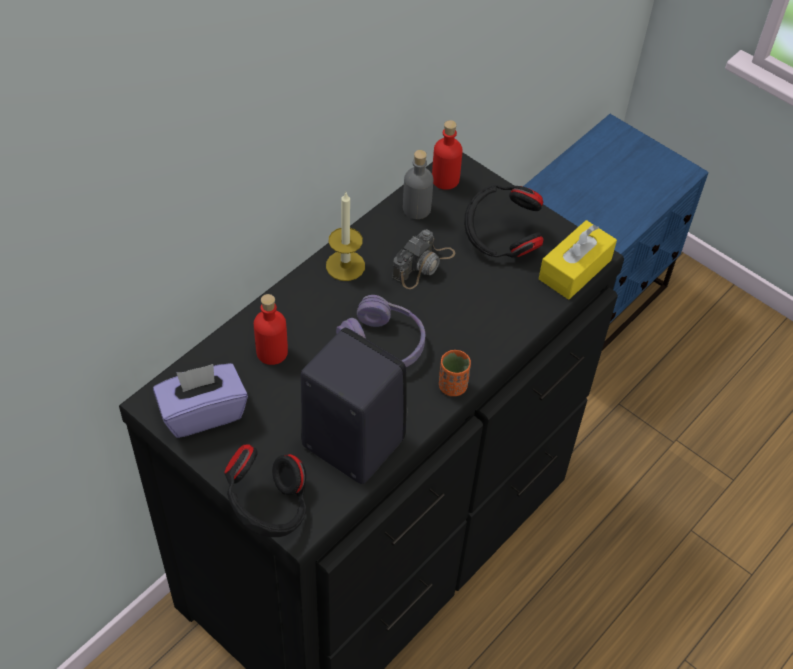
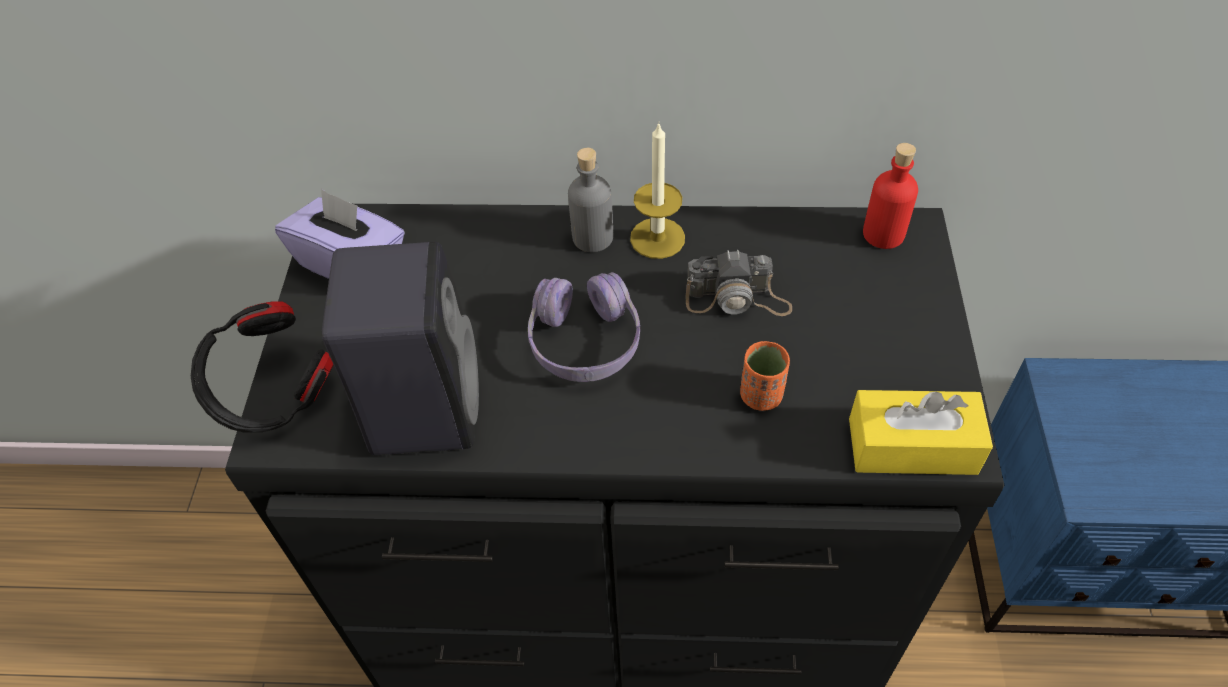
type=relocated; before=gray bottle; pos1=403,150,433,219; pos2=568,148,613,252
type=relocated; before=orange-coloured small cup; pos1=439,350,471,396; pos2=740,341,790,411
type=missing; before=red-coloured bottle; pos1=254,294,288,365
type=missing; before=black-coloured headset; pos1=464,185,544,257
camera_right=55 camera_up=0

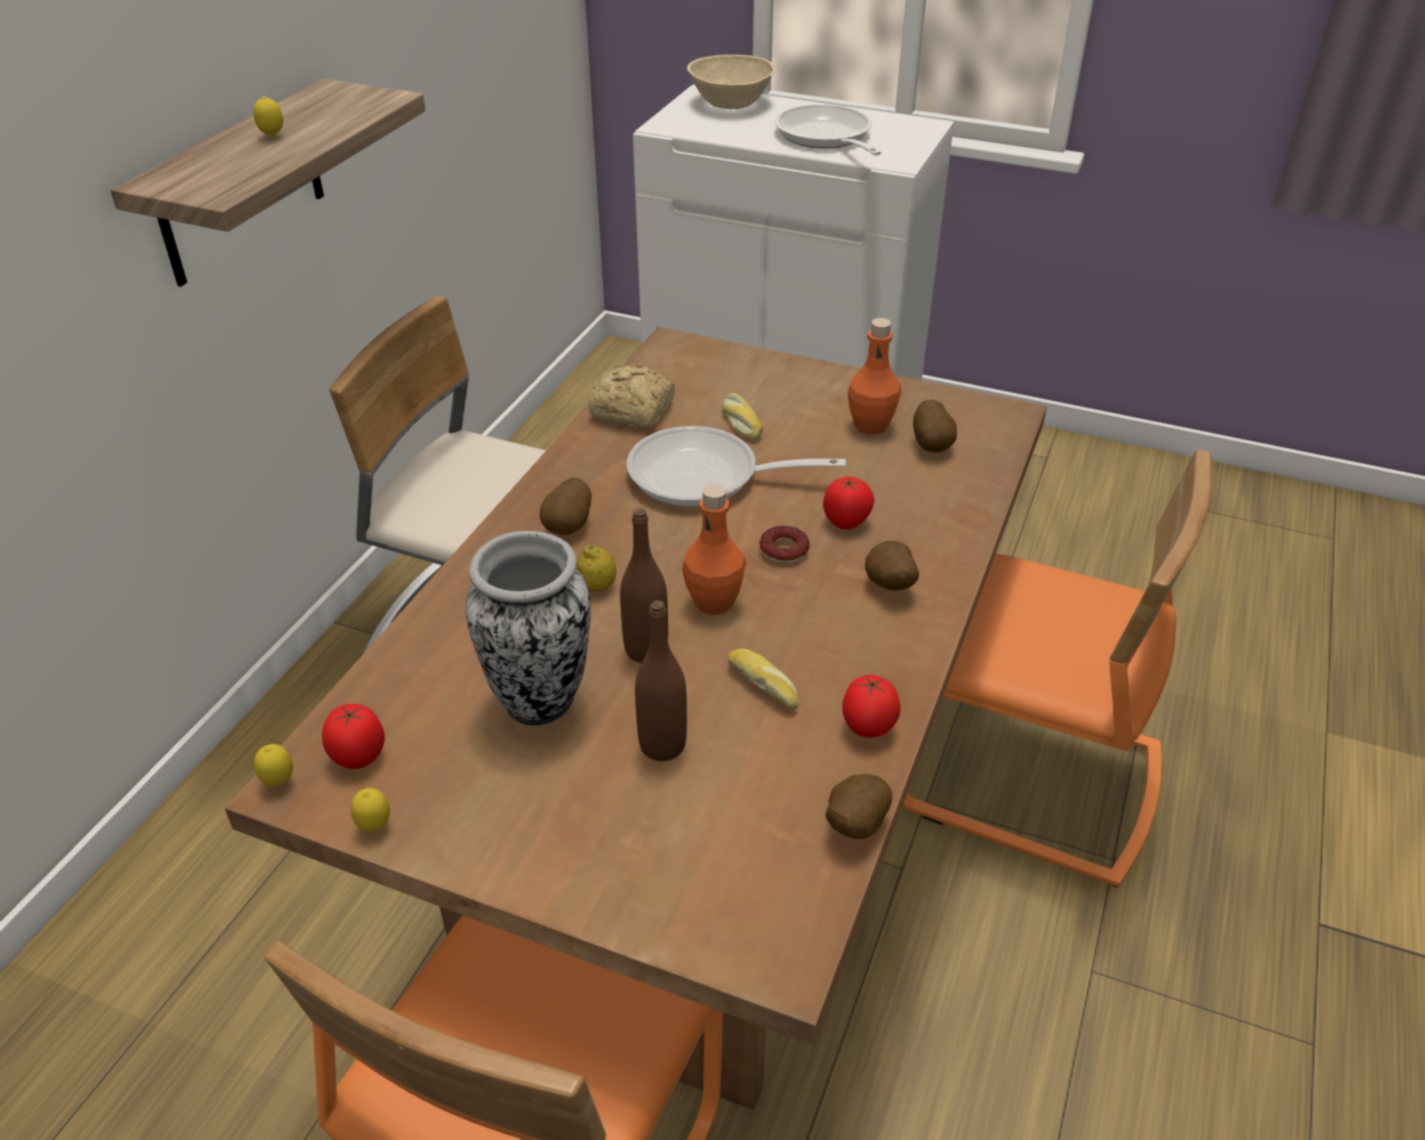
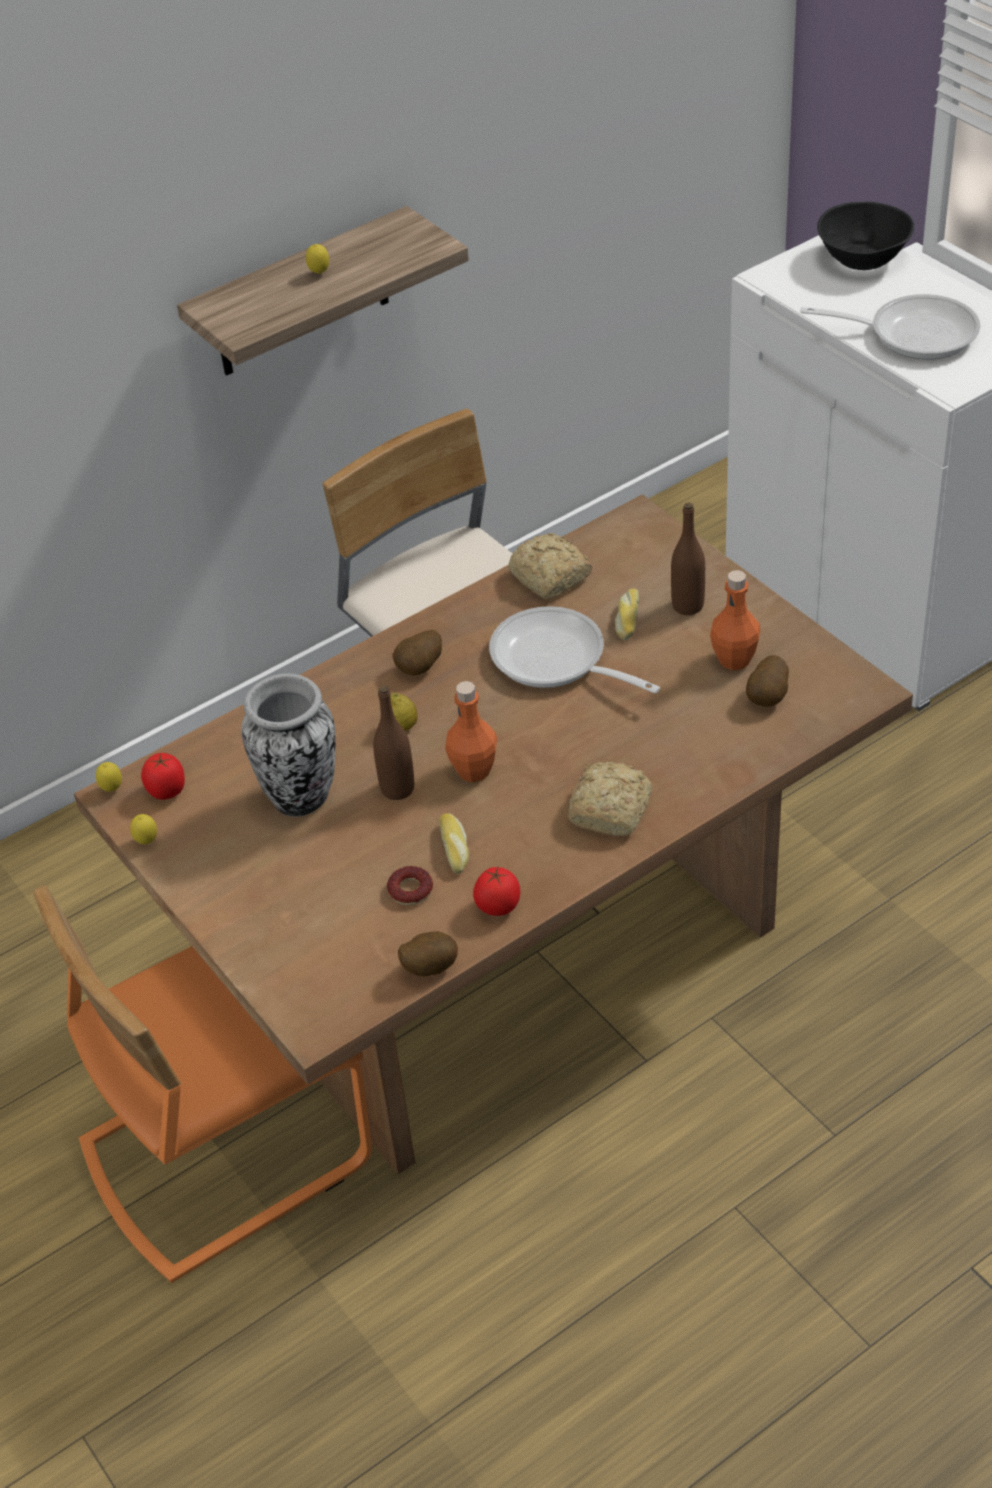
type=relocated; before=donut; pos1=759,526,810,564; pos2=387,866,433,905
type=exchanged; before=whole potato; after=bread; pos1=865,541,919,590; pos2=568,762,653,836
type=relocated; before=brown-coloured bottle; pos1=635,600,687,761; pos2=671,503,705,615
type=spun; before=skillet; pos1=774,104,881,156; pos2=800,294,980,360; turn=90
type=colour; before=beige-coloured deep dish; after=black-coloured deep dish; pos1=687,55,776,109; pos2=817,202,914,270
type=missing; before=tomato; pos1=823,476,874,530
type=missing; before=orange-coloured upright chair; pos1=903,449,1212,888
camera_right=35 camera_up=5

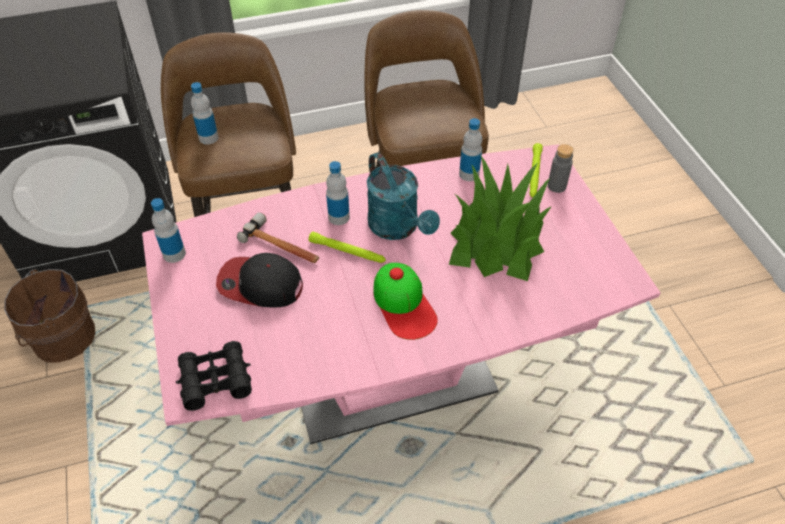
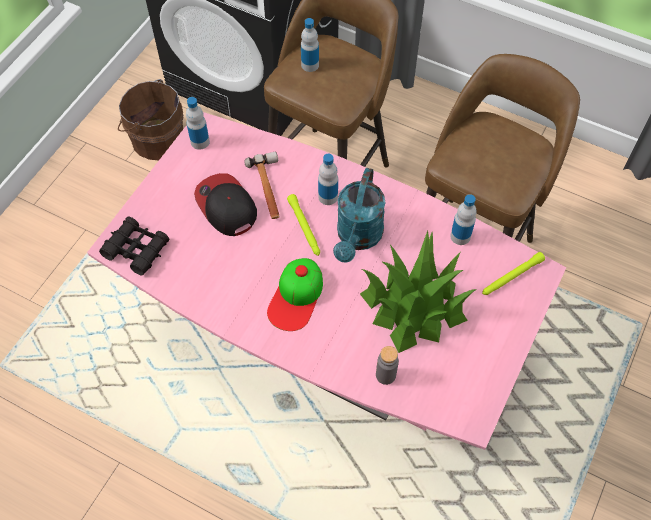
type=relocated; before=gray bottle; pos1=548,144,574,193; pos2=376,346,399,385
camera_right=45 camera_up=10

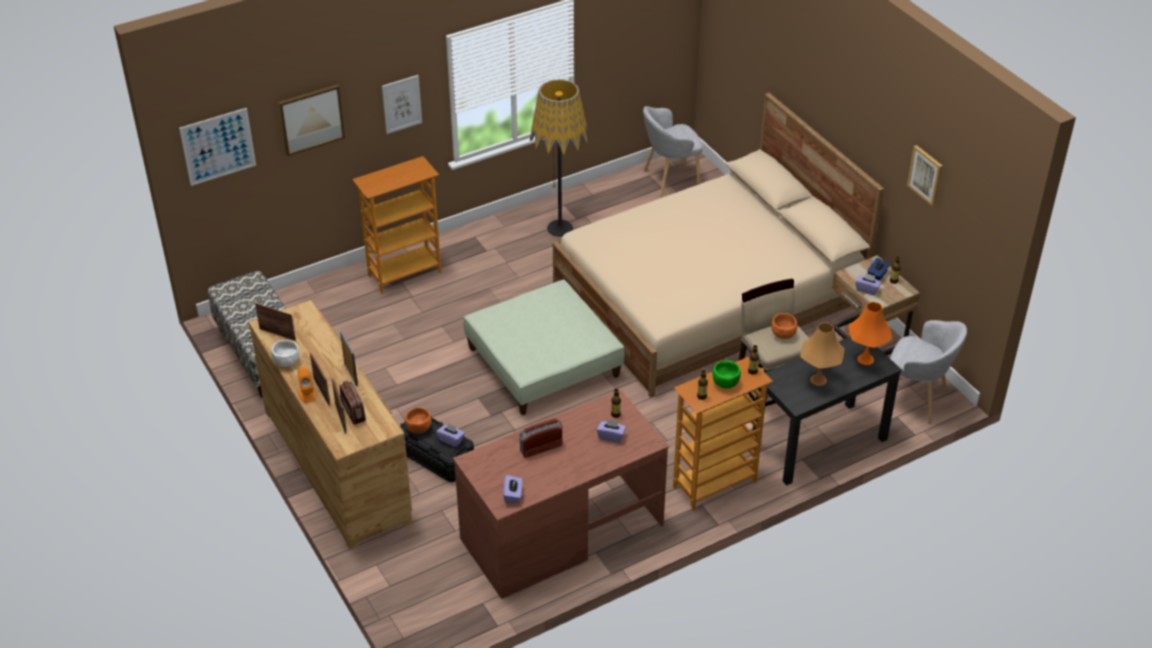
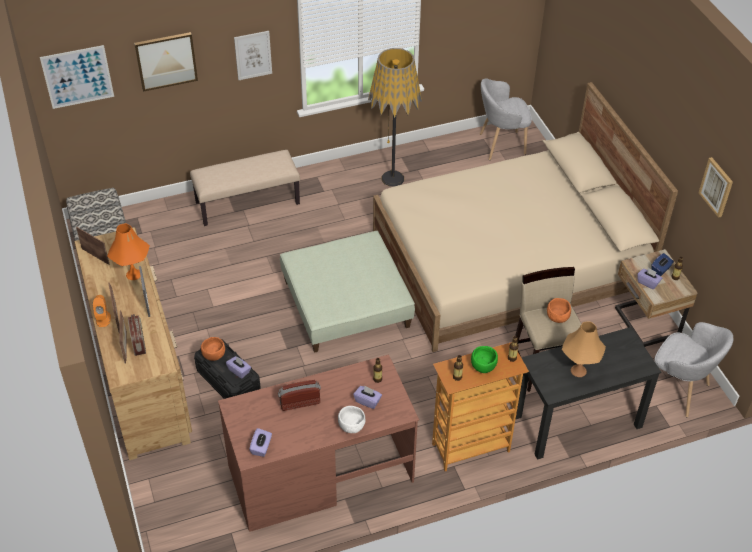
type=relocated; before=orange-coloured tabletop lamp; pos1=848,302,892,365; pos2=108,223,150,280
type=exchanged; before=bookcase; after=beige-coloured bench; pos1=352,156,441,294; pos2=190,150,300,226
type=relocated; before=white-coloured deep dish; pos1=271,340,300,367; pos2=338,406,366,433
camera_right=10 camera_up=5

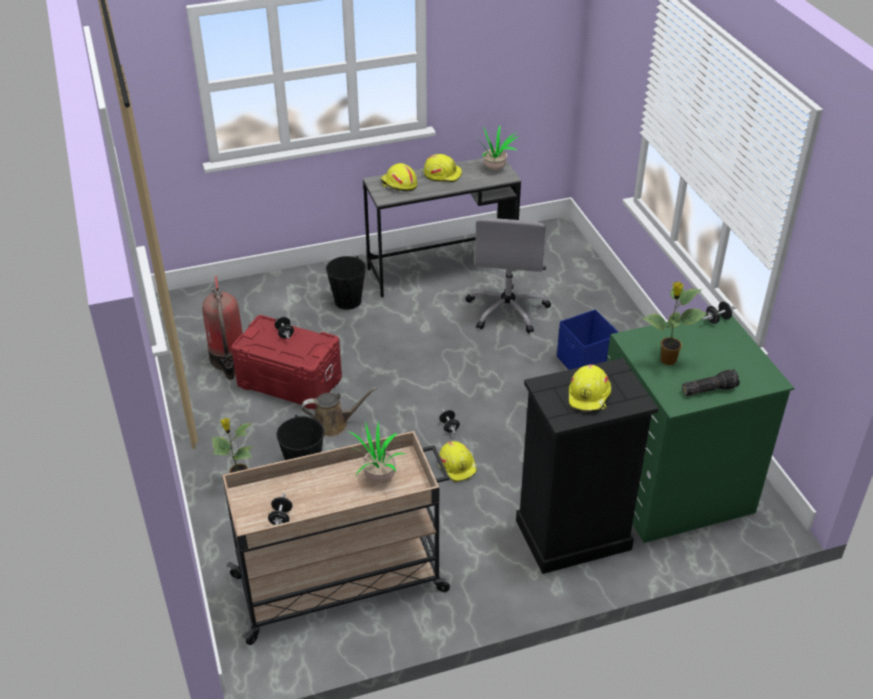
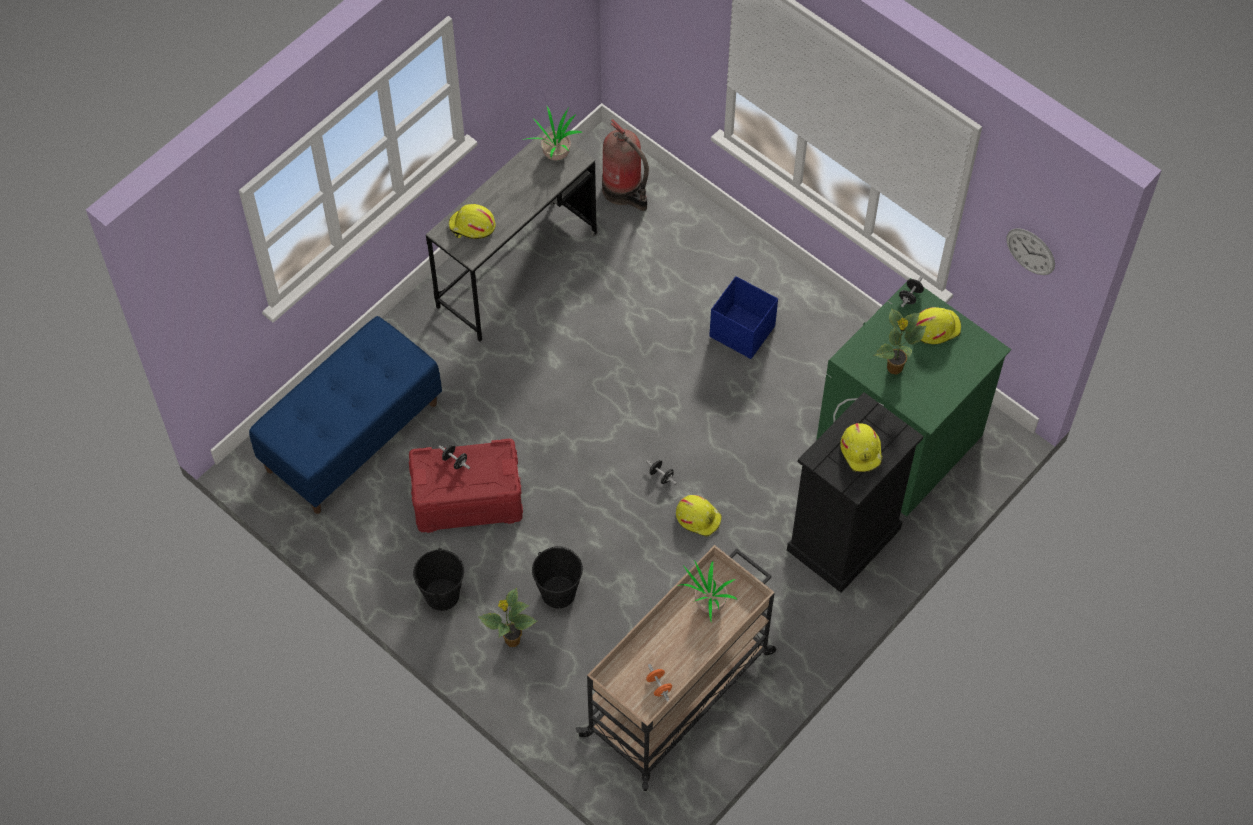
type=appeared; after=blue-coloured bench; pos2=249,316,442,514
type=relocated; before=black-coloured water bucket; pos1=326,256,366,310; pos2=413,548,464,611
type=relocated; before=fire-fighting cylinder; pos1=202,276,243,380; pos2=602,119,649,211
type=colour; before=black-coloured hand weight; after=orange-coloured hand weight; pos1=268,493,292,525; pos2=646,664,672,702
type=relocated; before=yellowish safety helmet; pos1=424,154,462,182; pos2=916,307,961,344
type=appeared; after=hanging clock; pos2=1006,228,1055,275
type=missing; before=brown-coloured sprinkling can; pos1=302,387,377,437
type=missing; before=gray office chair; pos1=466,218,551,333
type=missing; before=torch; pos1=682,369,740,396
camera_right=-30 camera_up=20

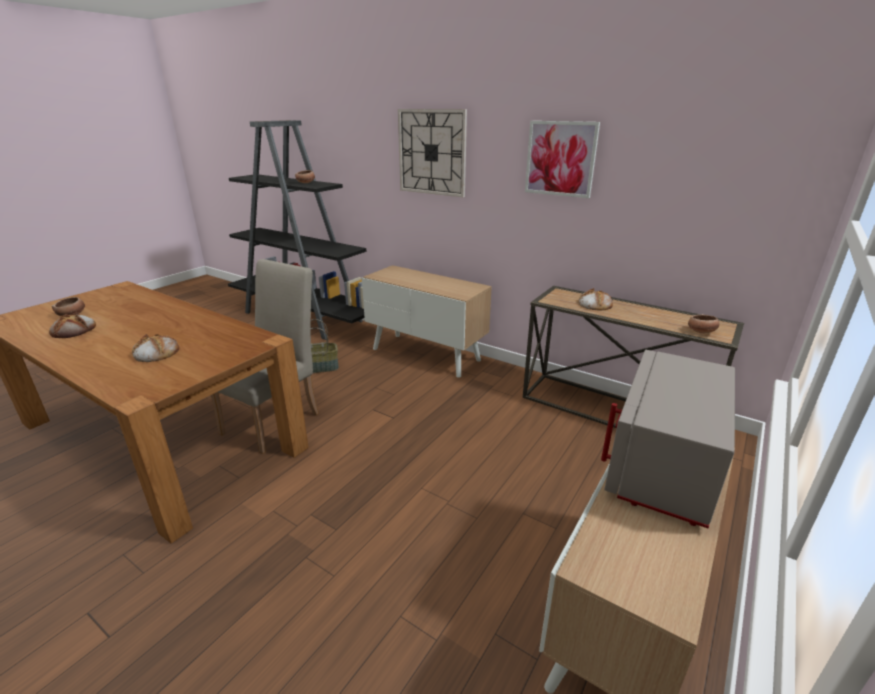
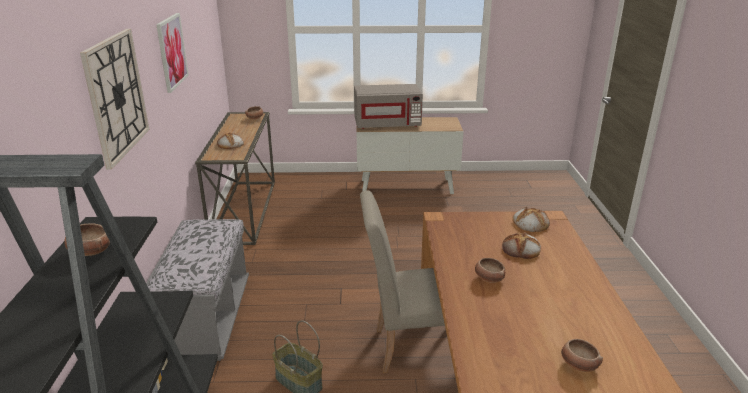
type=exchanged; before=cabinet; after=gray bench; pos1=362,265,492,378; pos2=146,219,249,361
type=appeared; after=deep dish; pos2=475,258,505,283
type=relocated; before=bread; pos1=49,314,96,338; pos2=513,207,550,232
camera_right=-125 camera_up=0

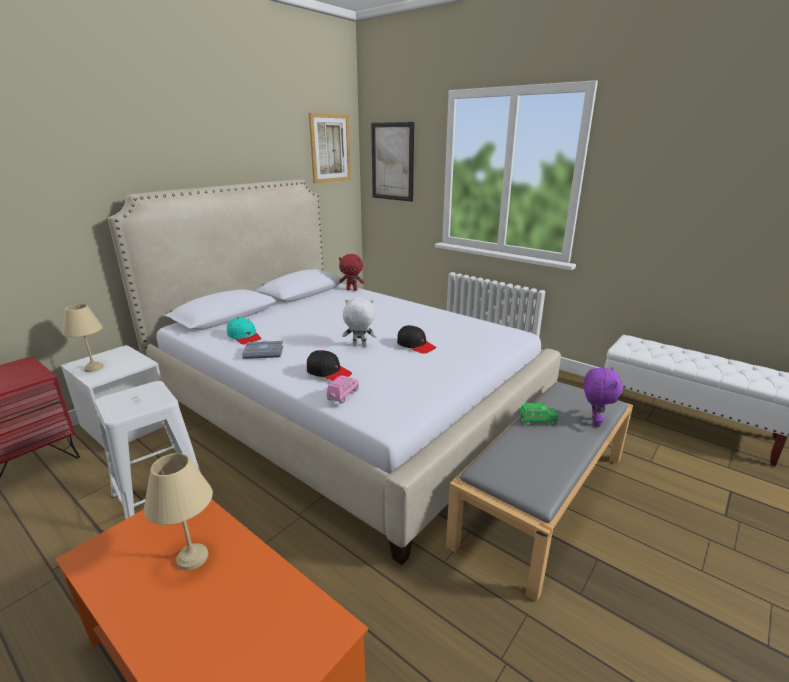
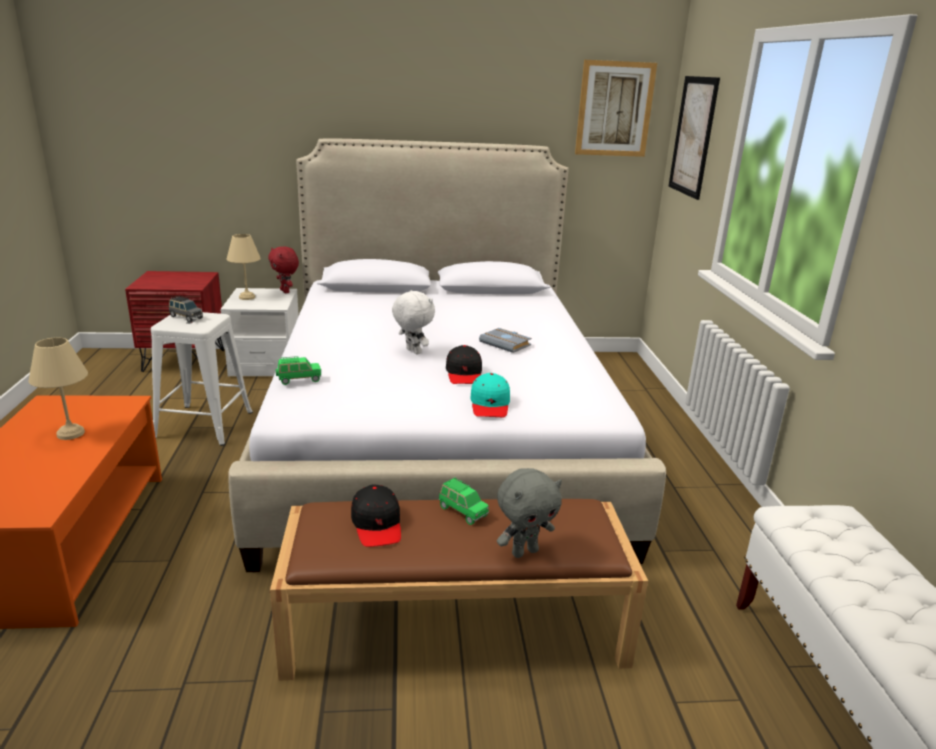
type=appeared; after=gray toy car; pos2=169,296,203,322
type=relocated; before=red-coloured cuddly toy; pos1=339,254,364,291; pos2=268,246,299,293
type=colour; before=gray bench; after=brown-coloured bench; pos1=446,381,633,602; pos2=270,499,648,681
type=colour; before=pinkish toy car; after=greenish toy car; pos1=327,375,359,404; pos2=275,356,321,385
type=relocated; before=black-coloured peaked cap; pos1=307,350,352,381; pos2=351,484,401,547
type=relocated; before=turquoise-coloured peaked cap; pos1=227,317,261,345; pos2=470,373,510,418
type=relocated; before=gray volume; pos1=242,341,284,359; pos2=479,328,532,353
type=colour; before=purple cuddly toy; after=gray cuddly toy; pos1=584,367,623,427; pos2=497,468,562,558
camera_right=45 camera_up=0

